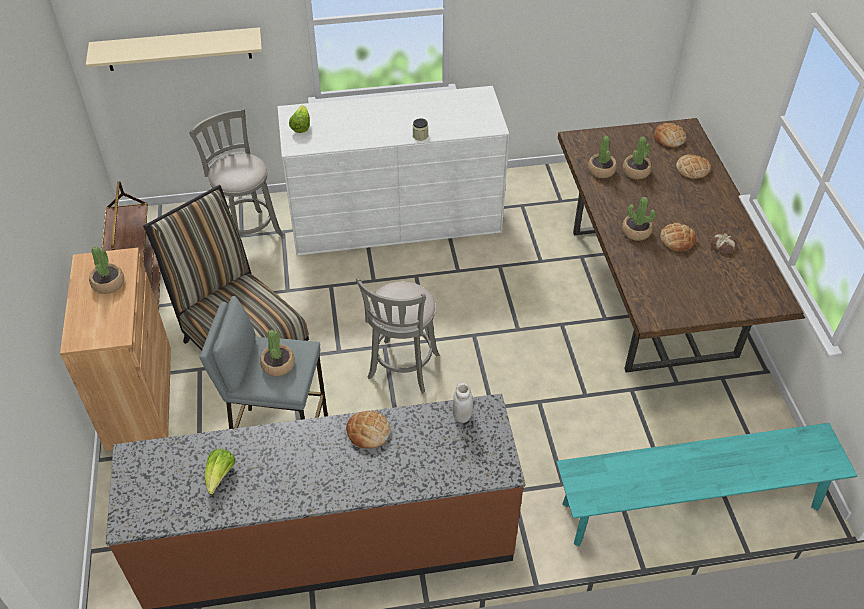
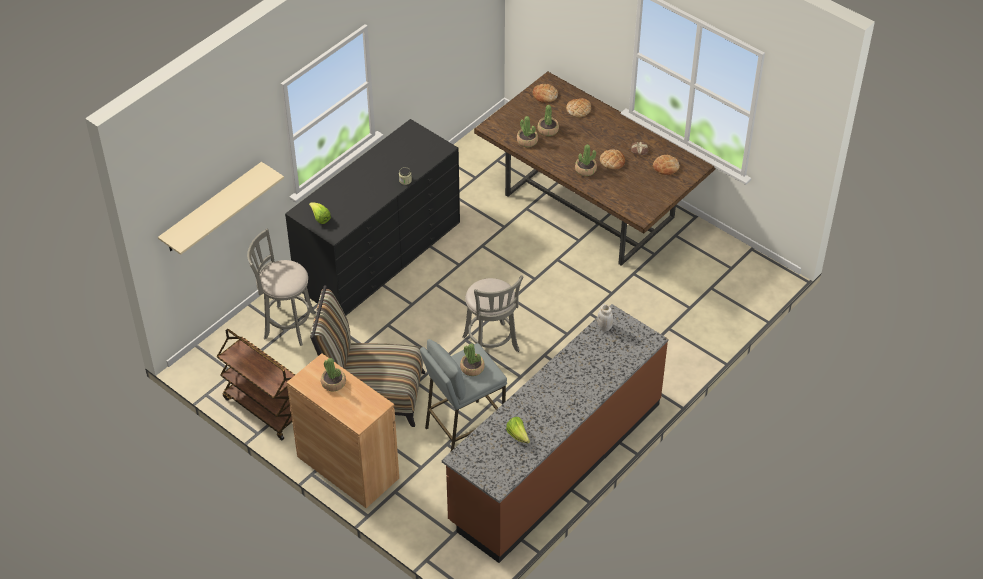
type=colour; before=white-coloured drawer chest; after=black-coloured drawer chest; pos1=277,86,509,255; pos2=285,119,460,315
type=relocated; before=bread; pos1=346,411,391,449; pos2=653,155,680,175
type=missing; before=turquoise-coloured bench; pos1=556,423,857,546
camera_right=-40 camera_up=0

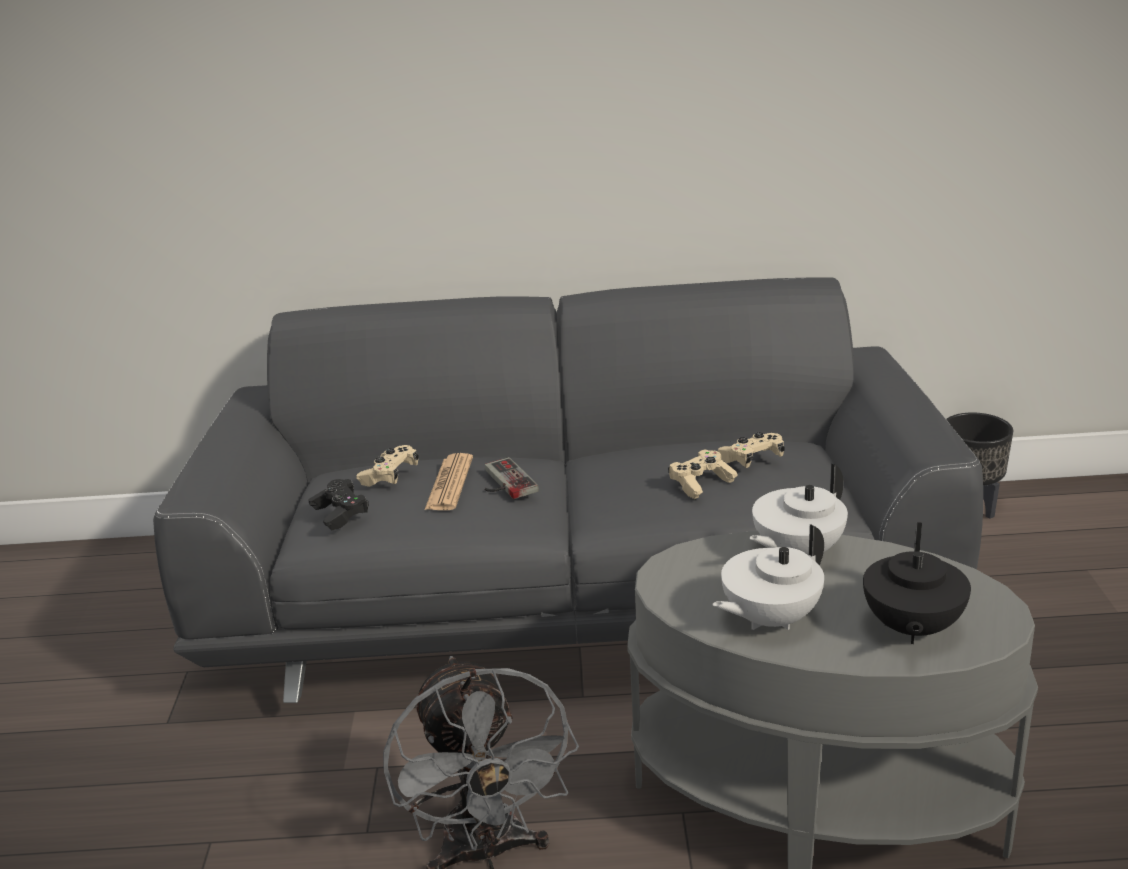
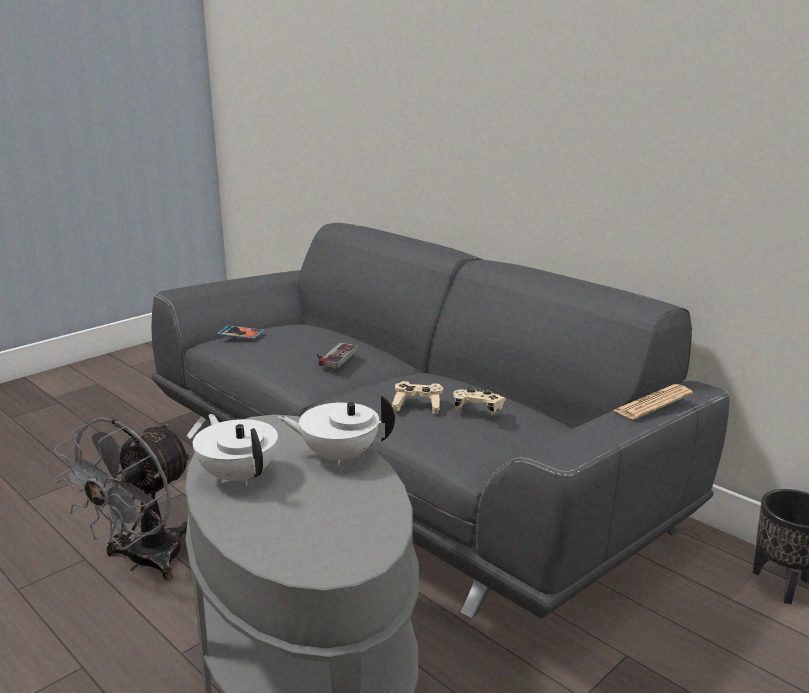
type=spun; before=white-coloured pot for tea; pos1=712,524,824,630; pos2=193,414,278,485; turn=45
type=exchanged; before=black-coloured game controller; after=telephone; pos1=308,479,369,531; pos2=217,325,265,340
type=relocated; before=newspaper; pos1=424,453,473,510; pos2=613,384,693,420
type=missing; before=beige-coloured game controller; pos1=356,445,419,487
type=missing; before=black-coloured pot for tea; pos1=863,522,971,644
camera_right=45 camera_up=-5

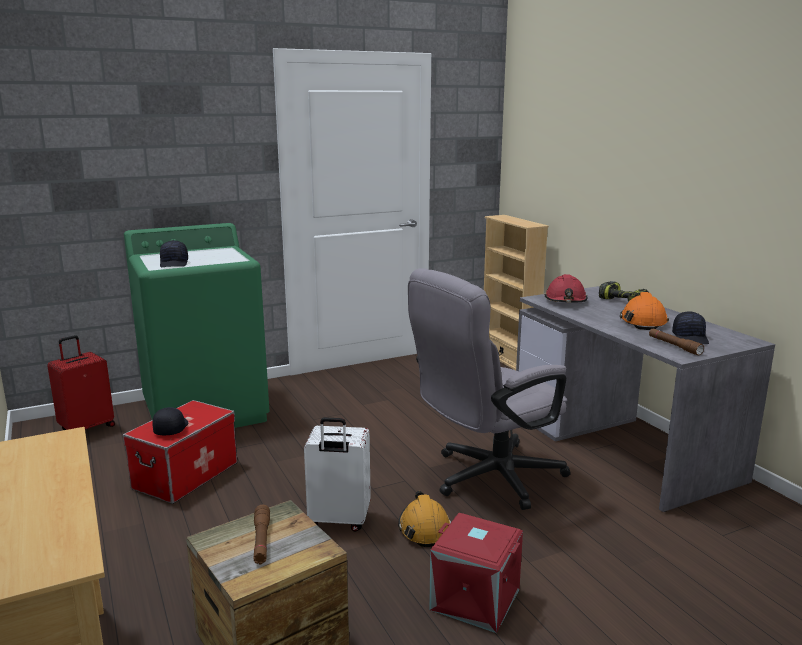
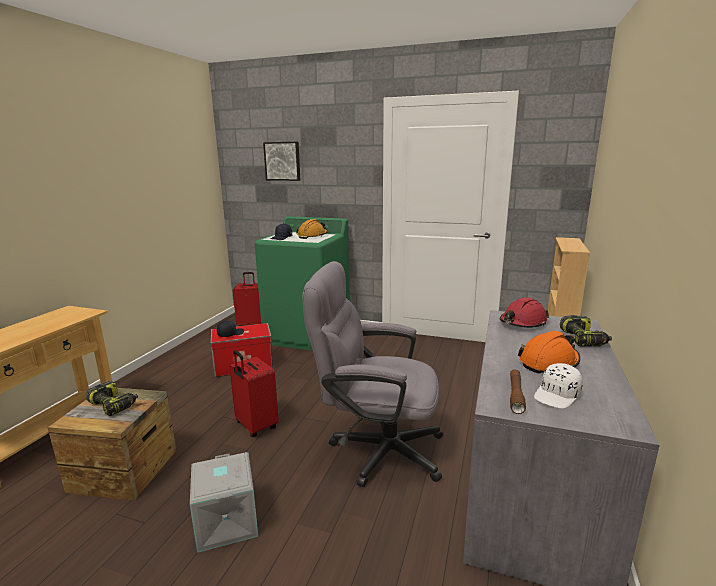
type=exchanged; before=brown-coloured torch; after=drill; pos1=254,505,270,564; pos2=86,381,138,416
type=colour; before=red-coloured storage container; after=gray storage container; pos1=429,513,523,633; pos2=190,452,258,553
type=colour; before=white-coloured suitcase; after=red-coloured suitcase; pos1=304,417,371,532; pos2=229,350,279,437
type=appeared; after=wall picture; pos2=263,142,300,181
type=relocated; before=orange-coloured safety helmet; pos1=398,491,451,547; pos2=296,219,328,239
type=colour; before=black-coloured peaked cap; after=white-coloured peaked cap; pos1=672,311,709,344; pos2=534,363,582,409
camera_right=45 camera_up=0

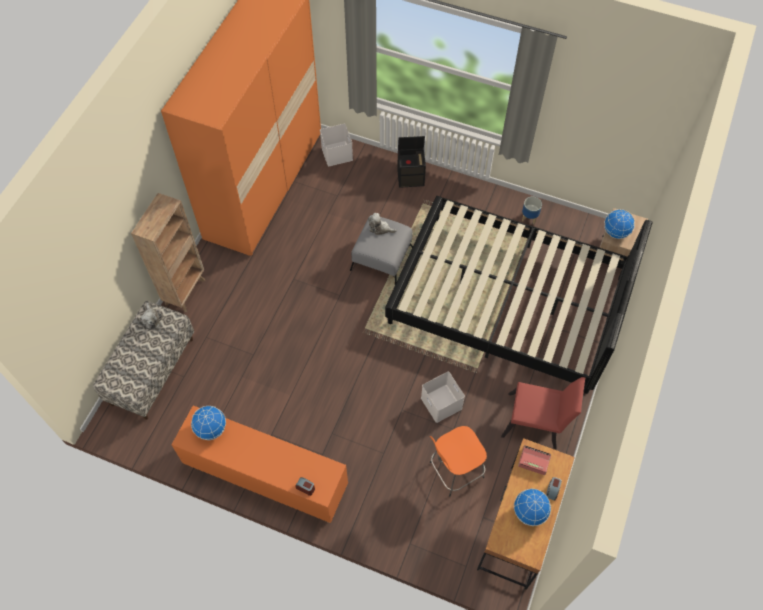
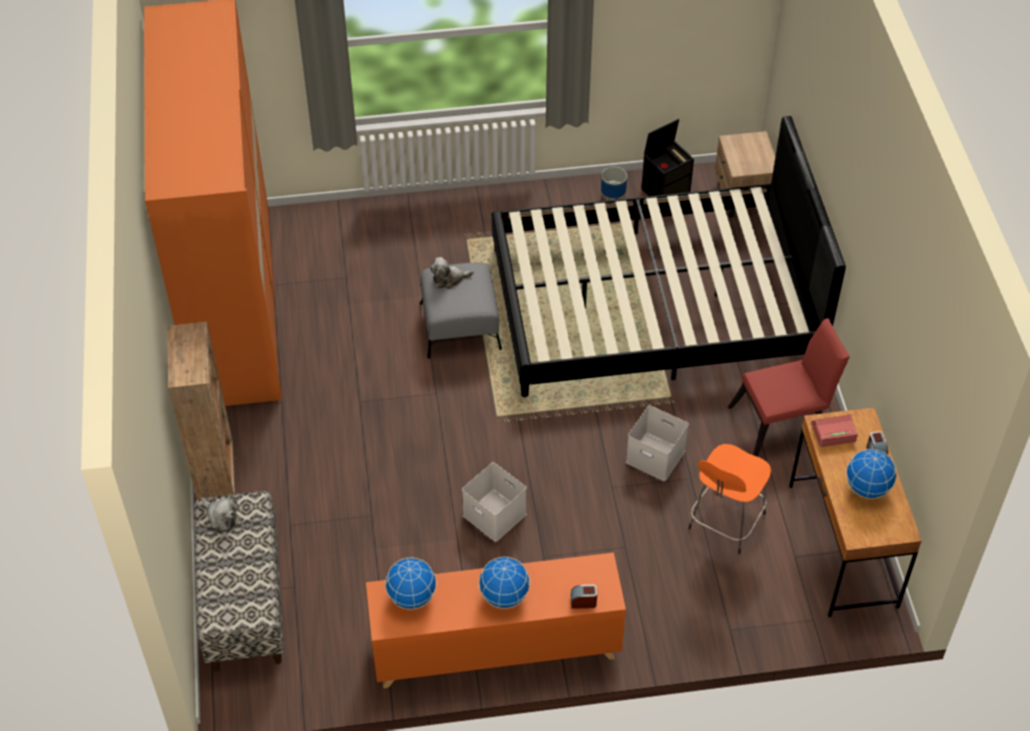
type=relocated; before=white-coloured storage container; pos1=320,124,353,166; pos2=462,462,527,542
type=relocated; before=desk globe; pos1=604,209,635,239; pos2=479,557,530,609
type=relocated; before=black-coloured storage container; pos1=397,136,426,188; pos2=641,119,694,196
camera_right=-30 camera_up=-10

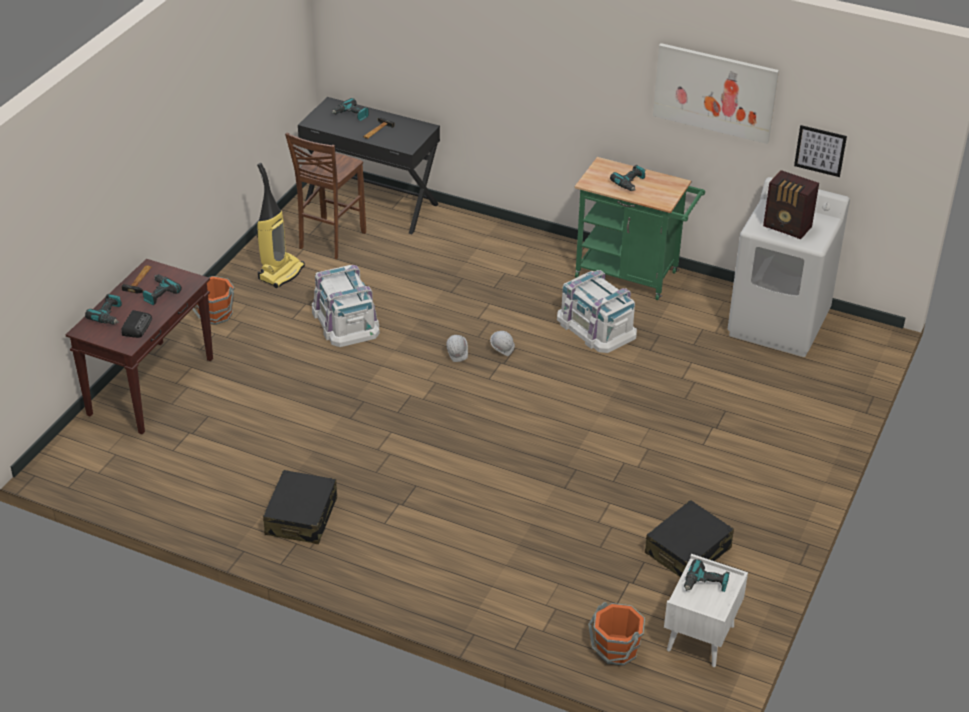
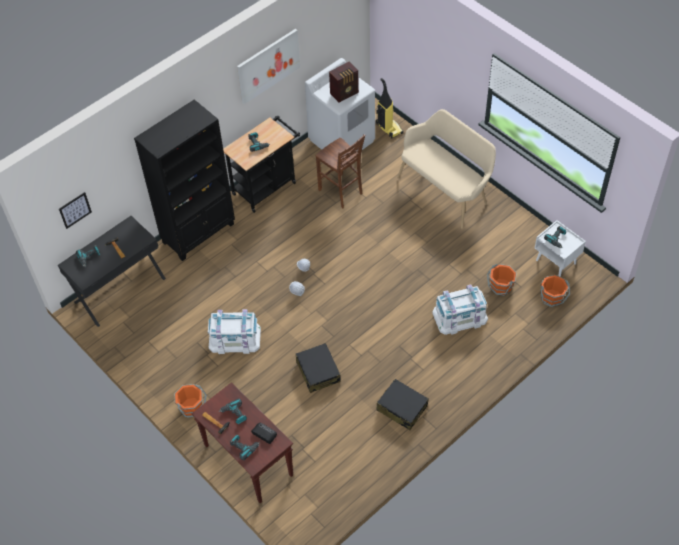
type=relocated; before=wall picture; pos1=794,125,847,177; pos2=59,192,92,229
type=appeared; after=black-coloured bookcase; pos2=134,99,235,261
type=colour; before=greenish wheeled cart; after=black-coloured wheeled cart; pos1=575,157,705,300; pos2=223,116,300,213
type=relocated; before=black-coloured suitcase; pos1=645,500,734,577; pos2=295,343,341,393
type=relocated; before=brown-coloured sitting stool; pos1=285,133,366,259; pos2=316,135,365,209
type=relocated; before=hoover; pos1=257,163,305,288; pos2=376,78,403,139
type=appeared; after=beige-coloured bench; pos2=397,109,496,229
type=relocated; before=white-coloured storage container; pos1=557,270,637,353; pos2=432,285,488,335
type=appeared; after=orange-coloured water bucket; pos2=487,264,516,296
camera_right=-65 camera_up=15

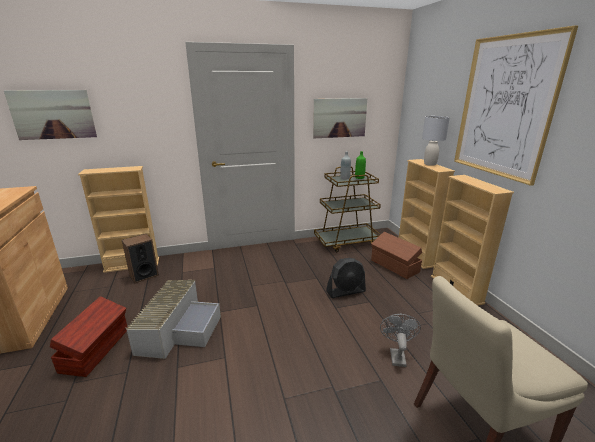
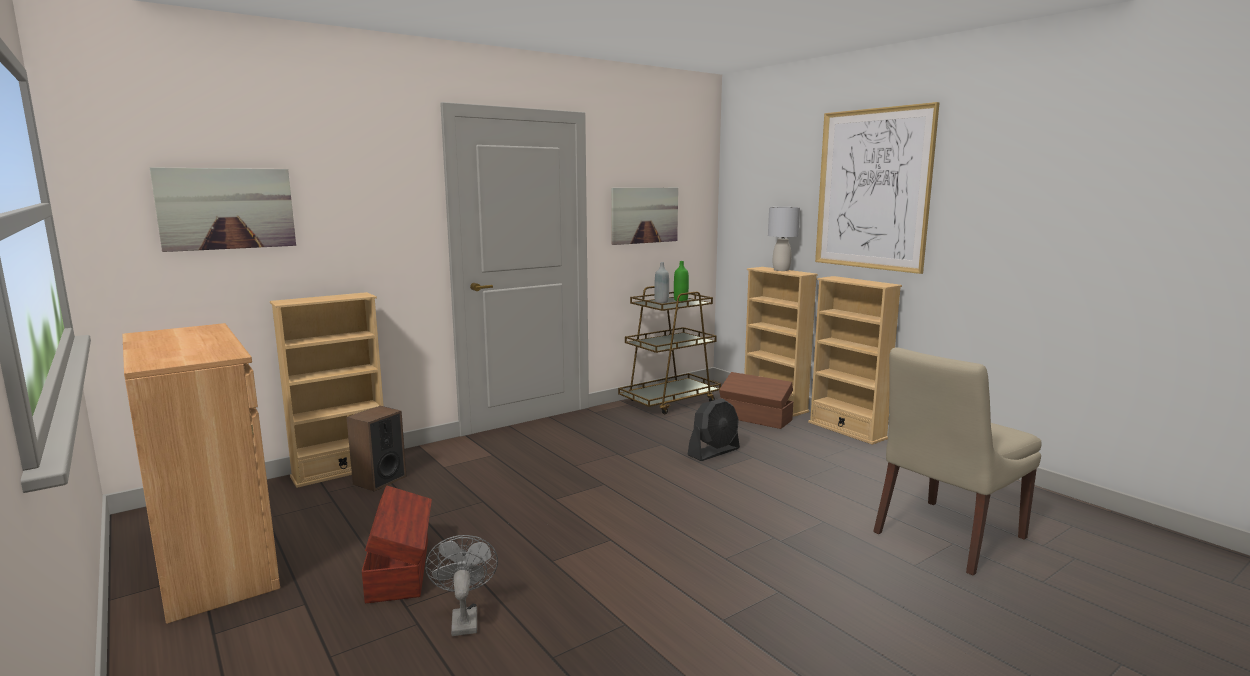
type=relocated; before=gray cooling fan; pos1=380,314,421,367; pos2=425,535,498,636
type=missing; before=gray storage container; pos1=126,280,221,359
camera_right=-20 camera_up=-10

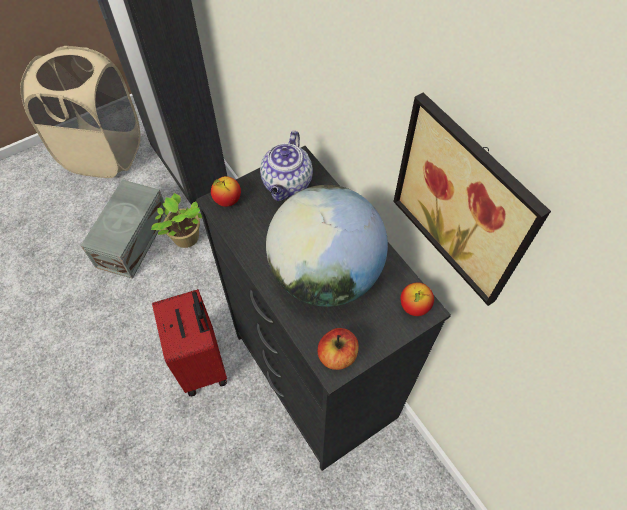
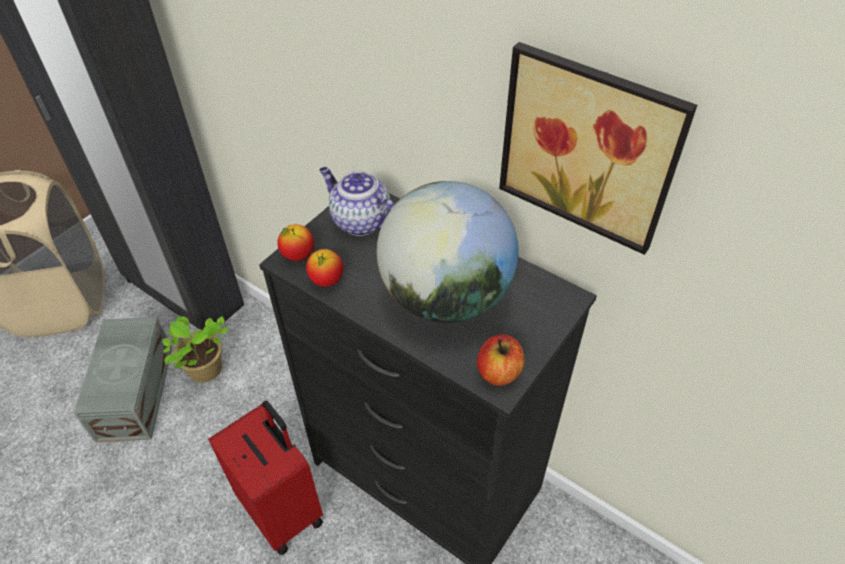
type=relocated; before=apple; pos1=401,283,434,316; pos2=306,249,343,287
type=spun; before=pot for tea; pos1=260,131,313,201; pos2=319,167,395,236; turn=135
camera_right=-20 camera_up=-10

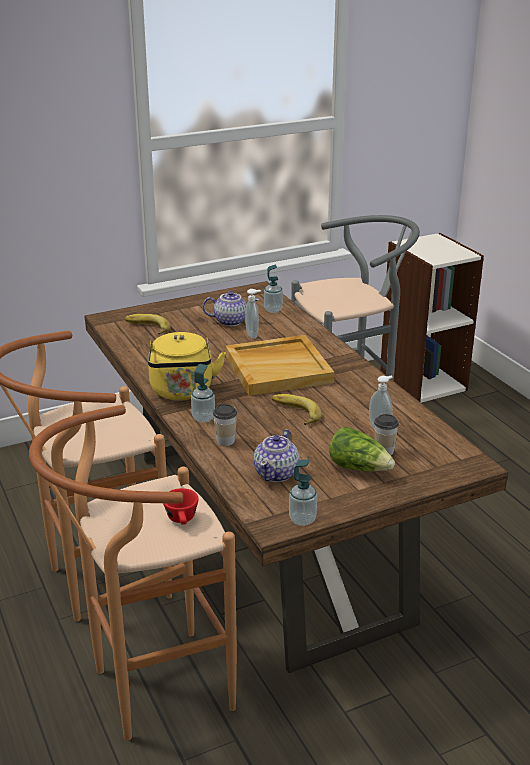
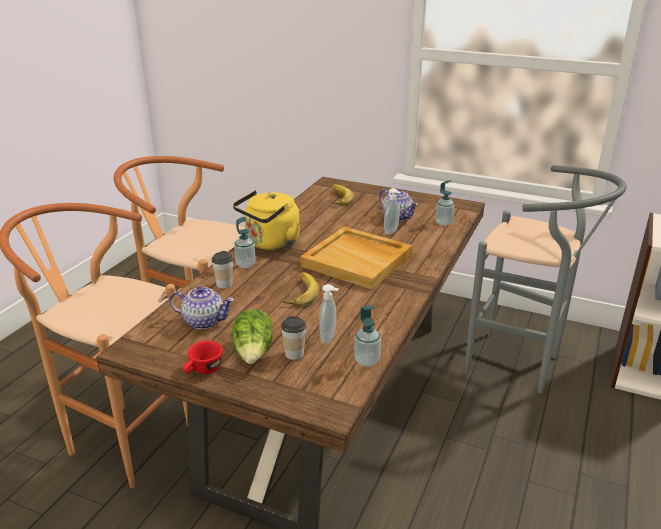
type=spun; before=pot for tea; pos1=254,429,299,482; pos2=170,286,235,329; turn=-150
type=relocated; before=red-coloured small cup; pos1=163,488,199,525; pos2=183,341,223,374
type=relocated; before=liquid soap bottle; pos1=289,459,317,526; pos2=354,305,381,367
camera_right=50 camera_up=0

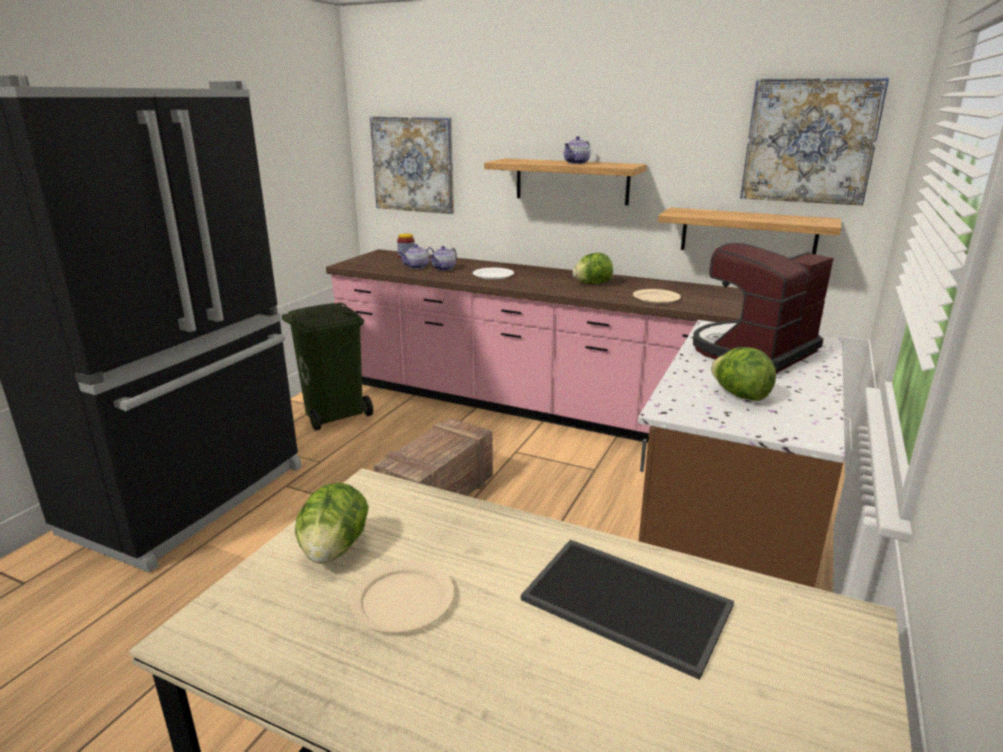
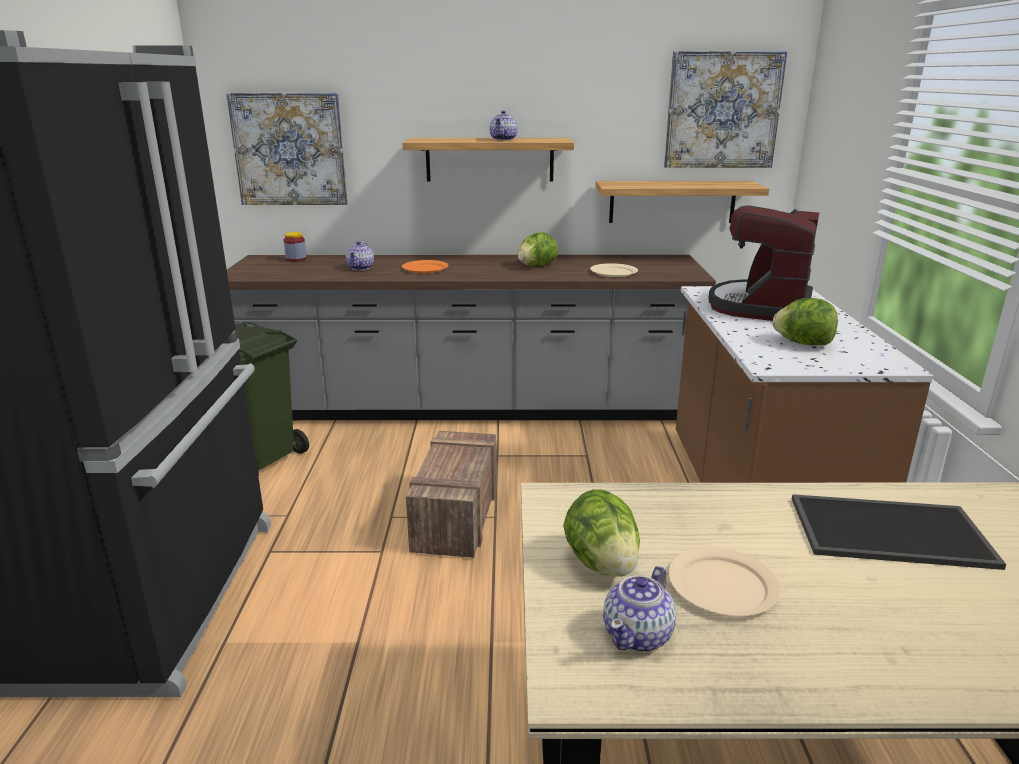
type=colour; before=pinkish kitchen base unit; after=gray kitchen base unit; pos1=326,249,744,443; pos2=227,255,716,420
type=colour; before=white-coloured flat dish; after=orange-coloured flat dish; pos1=473,268,514,280; pos2=402,260,449,273
type=relocated; before=pot for tea; pos1=398,244,434,269; pos2=603,566,676,652
camera_right=-25 camera_up=0

